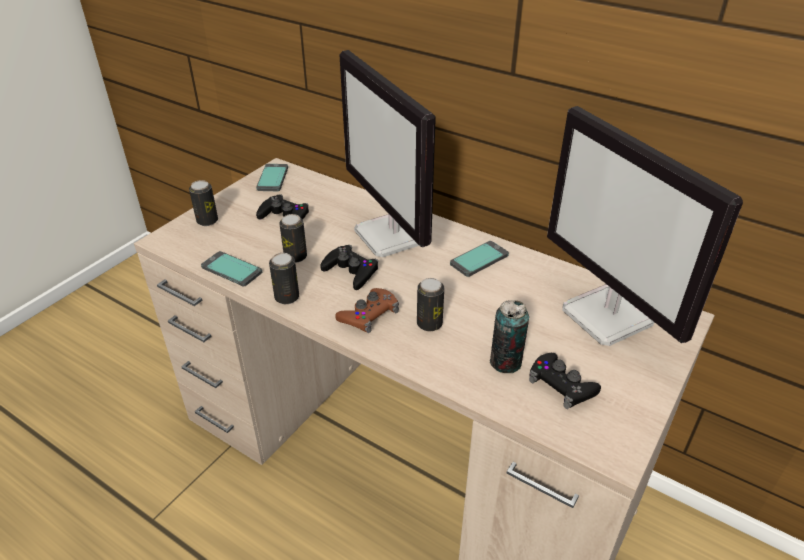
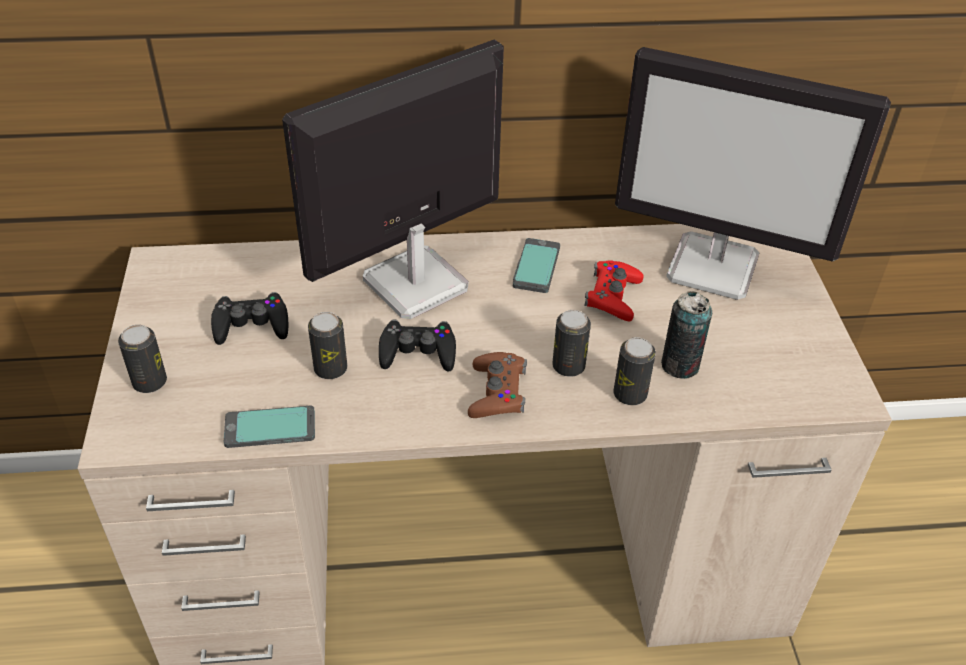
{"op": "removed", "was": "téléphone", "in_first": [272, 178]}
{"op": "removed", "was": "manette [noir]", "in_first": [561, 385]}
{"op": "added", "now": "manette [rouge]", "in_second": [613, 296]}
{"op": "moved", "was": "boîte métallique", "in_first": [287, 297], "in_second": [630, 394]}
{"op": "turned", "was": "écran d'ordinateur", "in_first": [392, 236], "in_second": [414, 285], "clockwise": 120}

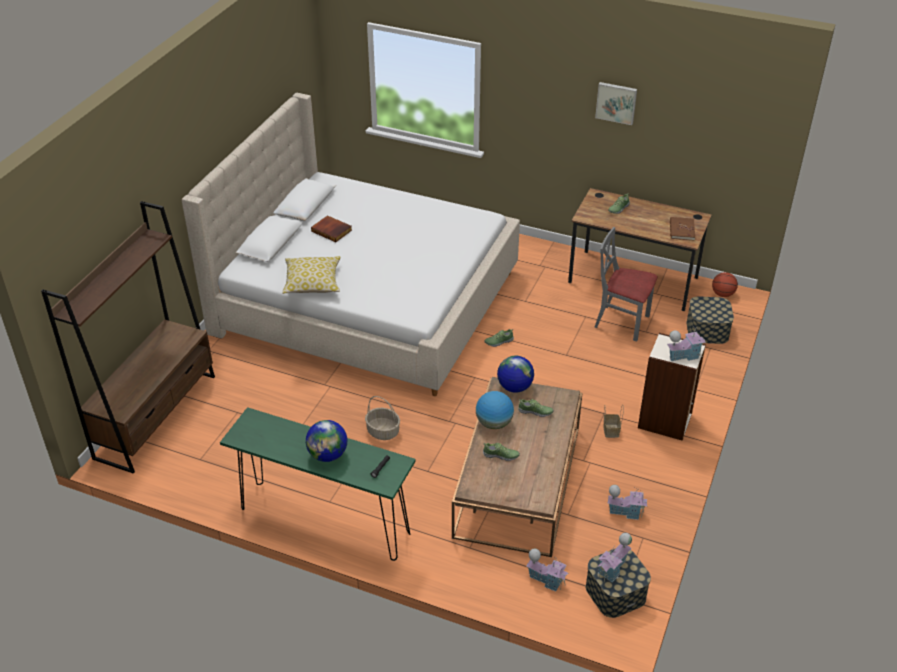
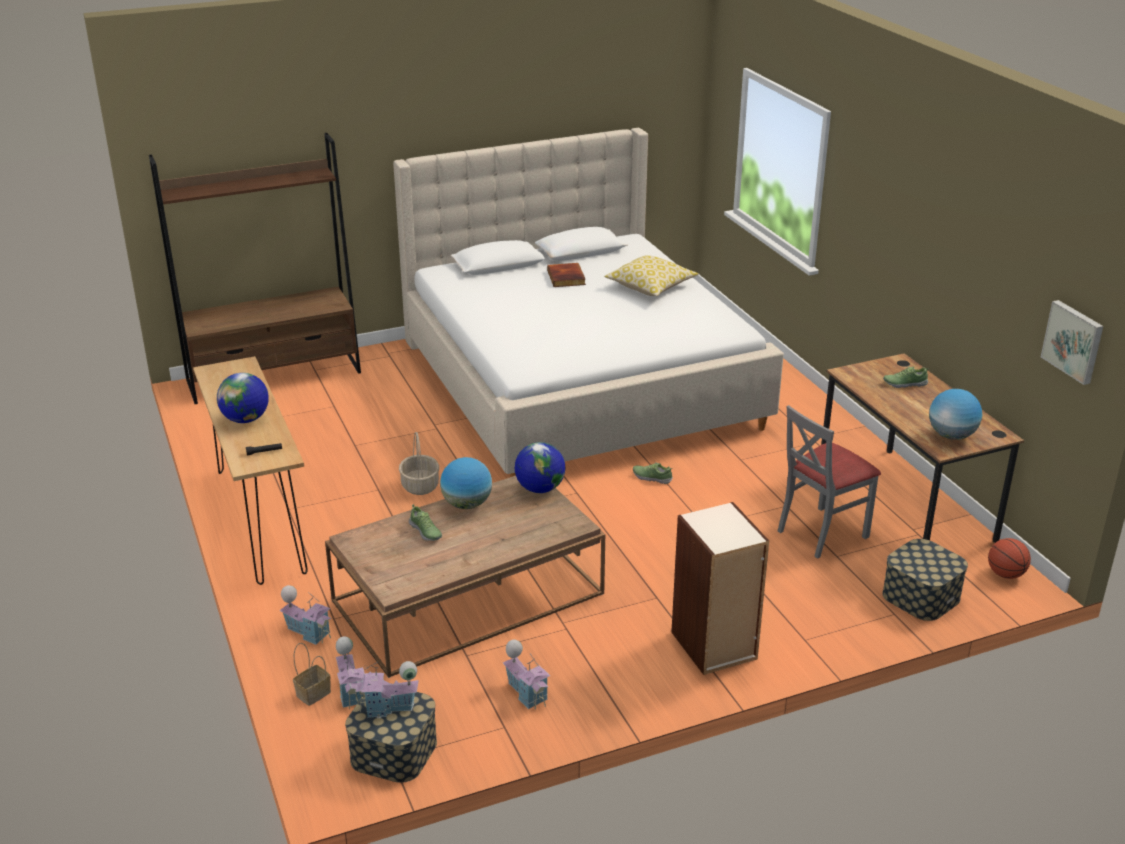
{"op": "removed", "was": "chaussure", "in_first": [535, 412]}
{"op": "moved", "was": "coussin", "in_first": [312, 283], "in_second": [650, 287]}
{"op": "moved", "was": "tableau", "in_first": [616, 102], "in_second": [1074, 341]}
{"op": "moved", "was": "panier", "in_first": [610, 430], "in_second": [314, 693]}
{"op": "moved", "was": "maison miniature", "in_first": [683, 355], "in_second": [308, 632]}
{"op": "replaced", "was": "livre [marron]", "now": "globe", "in_first": [681, 230], "in_second": [951, 436]}
{"op": "recoloured", "was": "table console [vert]", "now": "table console [marron]", "in_first": [324, 521], "in_second": [260, 520]}
{"op": "turned", "was": "chaise [gris]", "in_first": [621, 322], "in_second": [821, 532], "clockwise": -105}

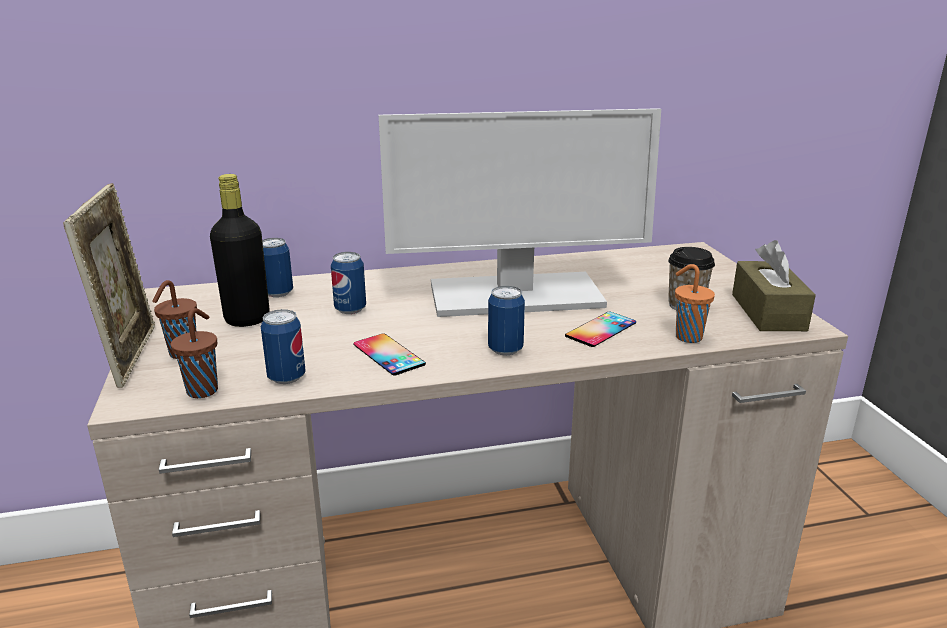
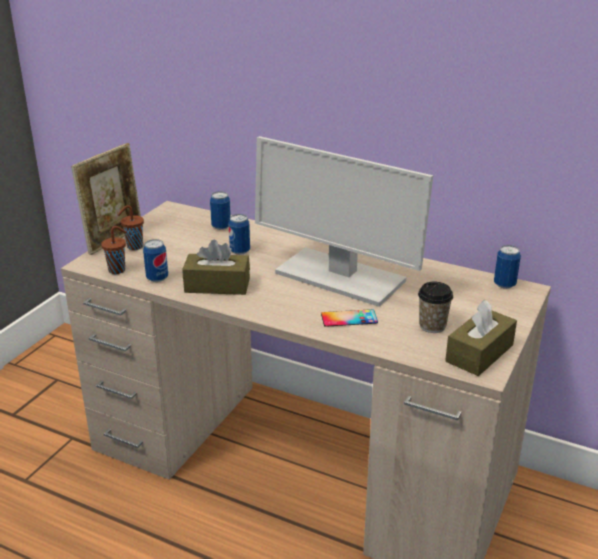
{"op": "removed", "was": "bouteille [noir]", "in_first": [247, 319]}
{"op": "removed", "was": "tasse [orange]", "in_first": [687, 337]}
{"op": "moved", "was": "boîte métallique", "in_first": [505, 349], "in_second": [504, 284]}
{"op": "replaced", "was": "téléphone", "now": "boîte à mouchoirs [marron]", "in_first": [388, 354], "in_second": [217, 285]}

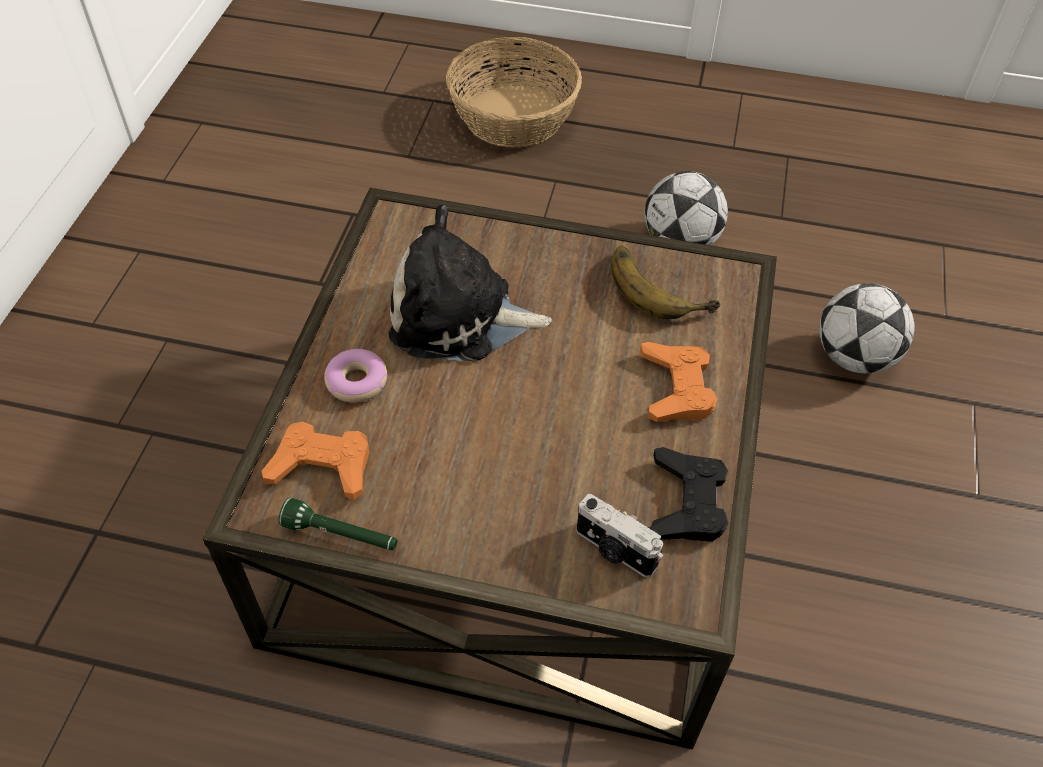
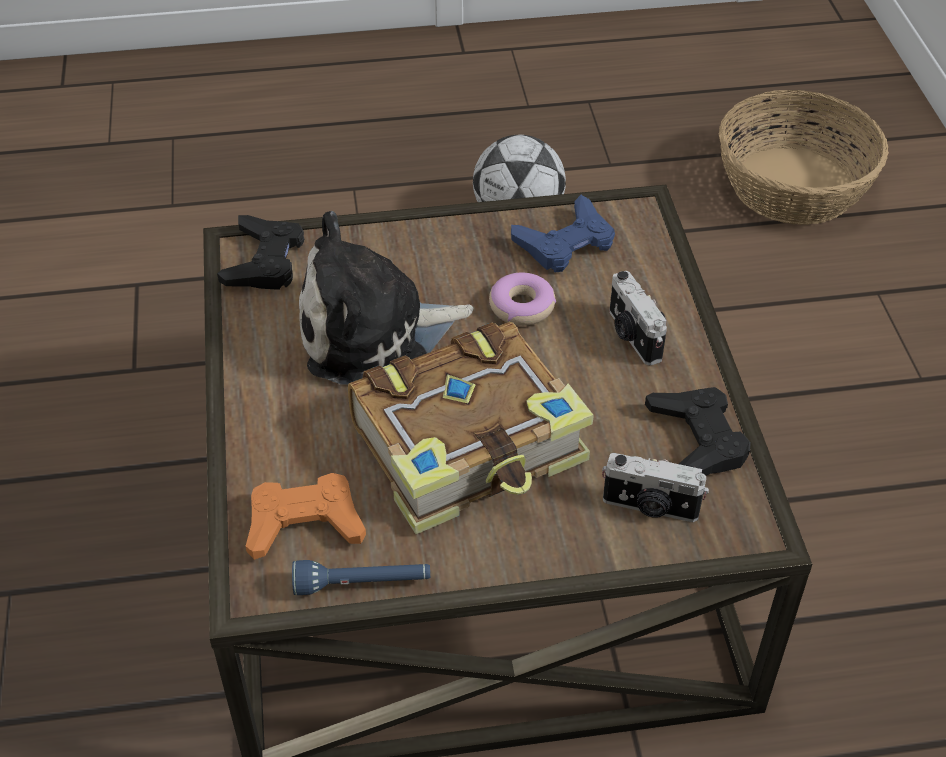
{"op": "removed", "was": "ballon de foot", "in_first": [854, 357]}
{"op": "added", "now": "manette [noir]", "in_second": [264, 261]}
{"op": "added", "now": "livre", "in_second": [471, 446]}
{"op": "moved", "was": "beignet", "in_first": [357, 382], "in_second": [522, 306]}
{"op": "moved", "was": "panier", "in_first": [514, 116], "in_second": [794, 186]}
{"op": "replaced", "was": "banane", "now": "manette [bleu]", "in_first": [659, 285], "in_second": [565, 243]}
{"op": "replaced", "was": "manette [orange]", "now": "appareil photo", "in_first": [676, 388], "in_second": [632, 336]}
{"op": "recoloured", "was": "lampe de poche [vert]", "now": "lampe de poche [bleu]", "in_first": [341, 535], "in_second": [363, 584]}

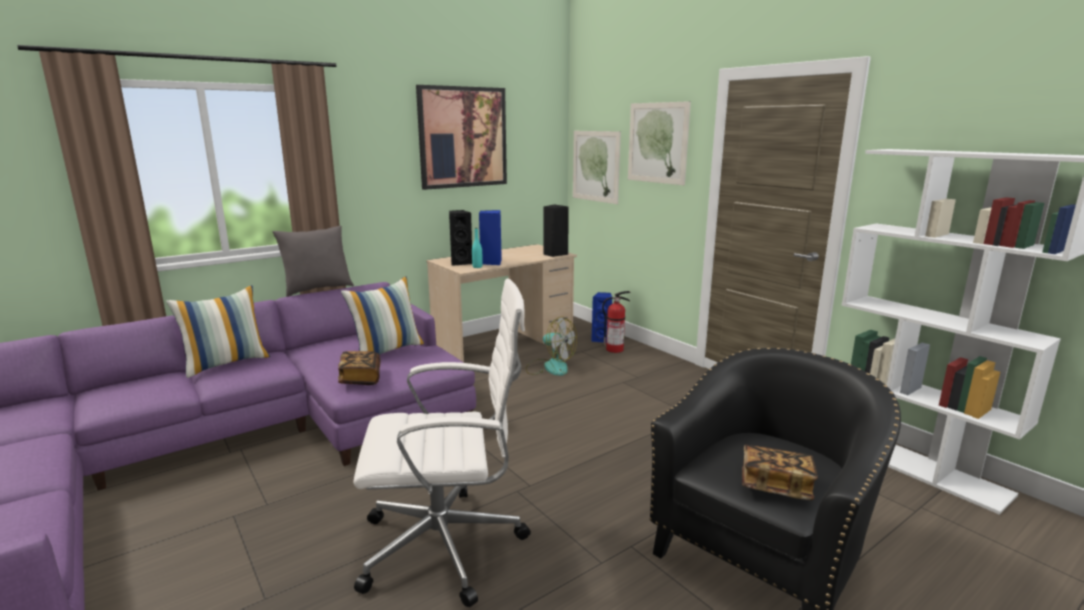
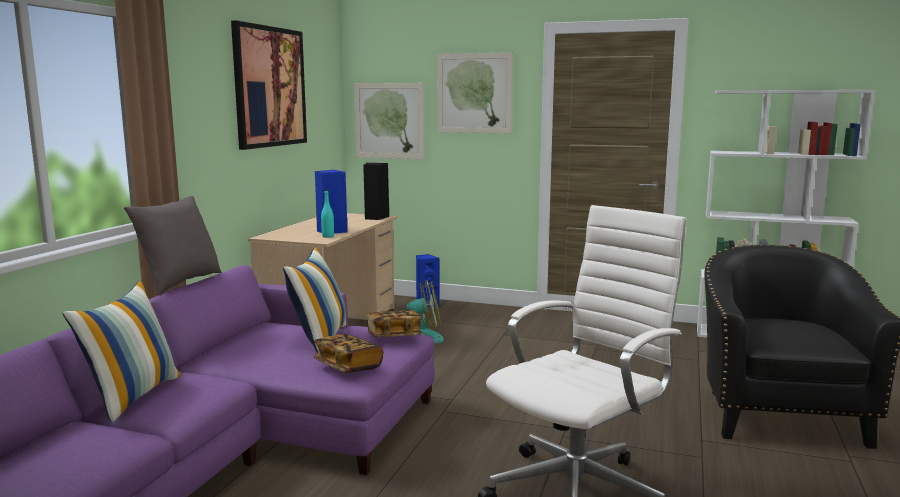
{"op": "removed", "was": "enceinte [noir]", "in_first": [460, 262]}
{"op": "removed", "was": "extincteur", "in_first": [615, 349]}
{"op": "moved", "was": "livre", "in_first": [775, 486], "in_second": [394, 336]}

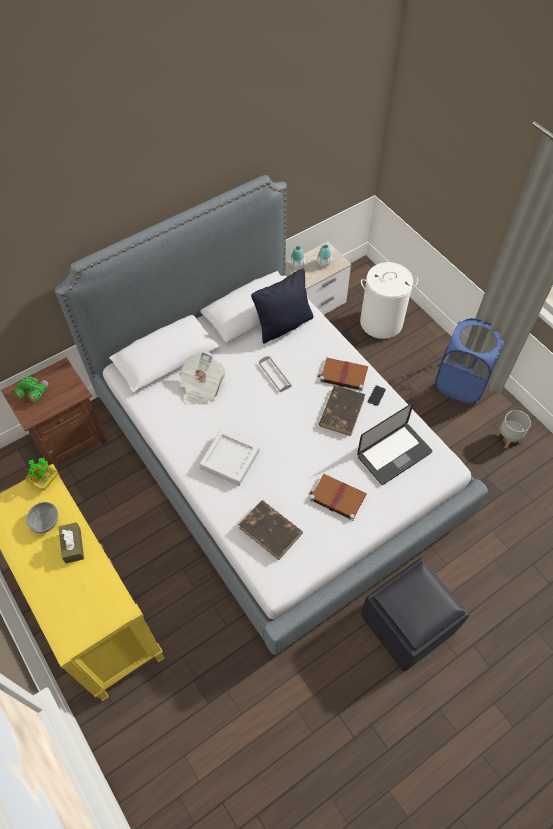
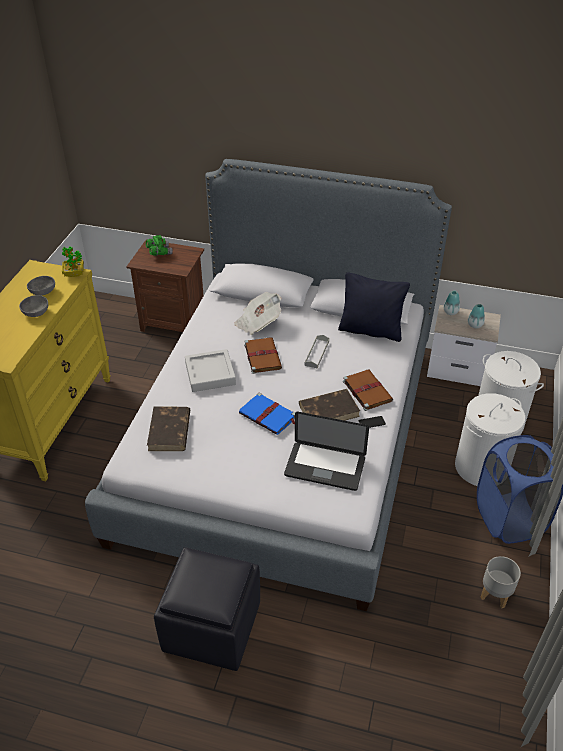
{"op": "added", "now": "livre [bleu]", "in_second": [268, 416]}
{"op": "added", "now": "panier à linge [blanc]", "in_second": [481, 467]}
{"op": "moved", "was": "livre [marron]", "in_first": [337, 497], "in_second": [262, 356]}
{"op": "replaced", "was": "boîte à mouchoirs [marron]", "now": "bol [gris]", "in_first": [73, 545], "in_second": [36, 313]}

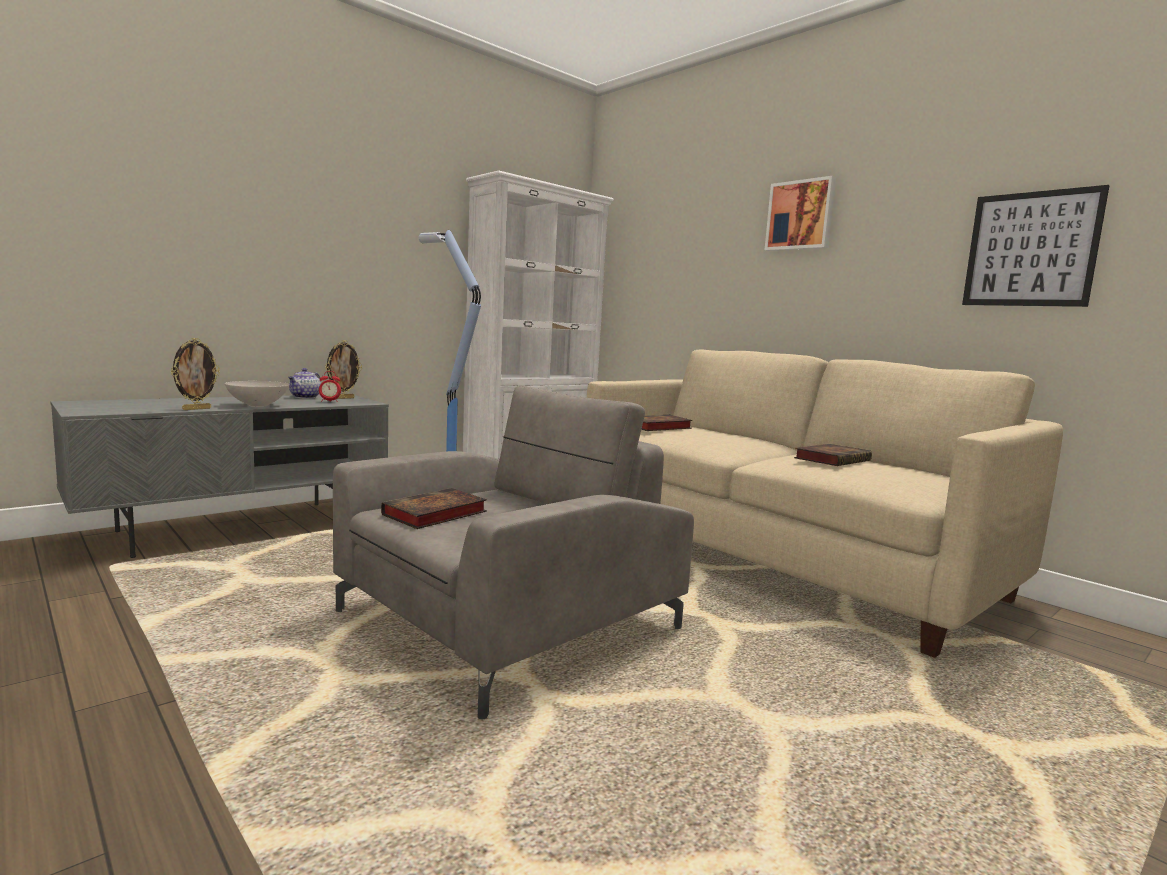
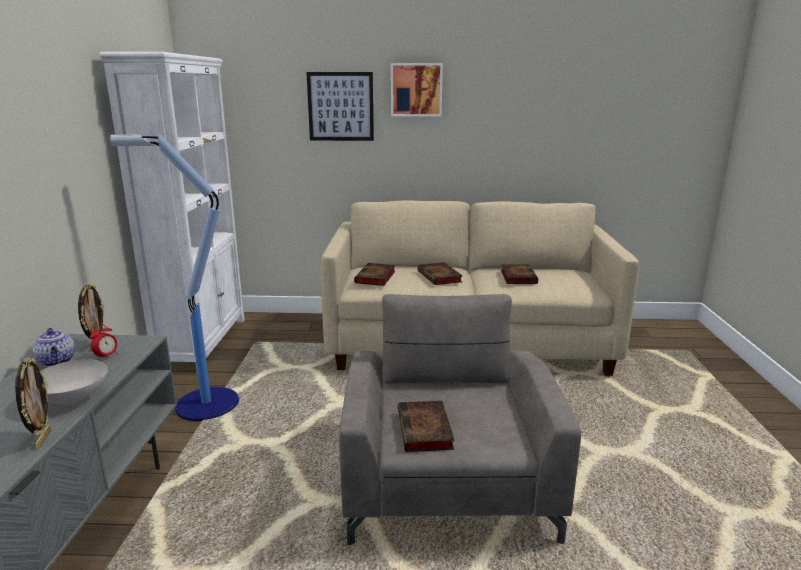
{"op": "added", "now": "livre", "in_second": [440, 277]}
{"op": "moved", "was": "tableau", "in_first": [1030, 249], "in_second": [340, 106]}

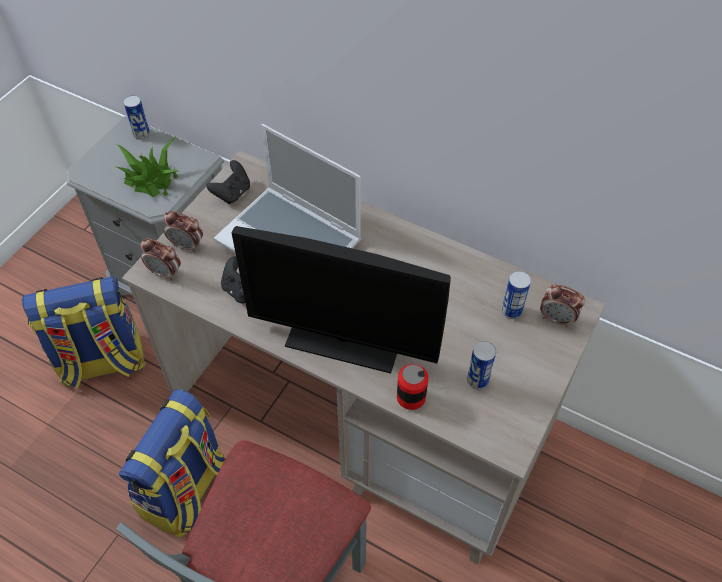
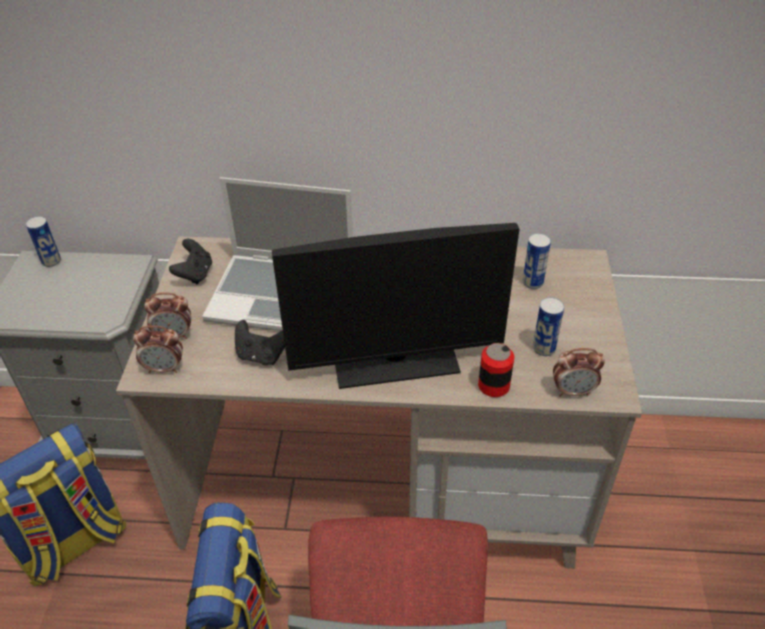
{"op": "removed", "was": "plante en pot", "in_first": [152, 179]}
{"op": "moved", "was": "réveil", "in_first": [557, 319], "in_second": [573, 391]}

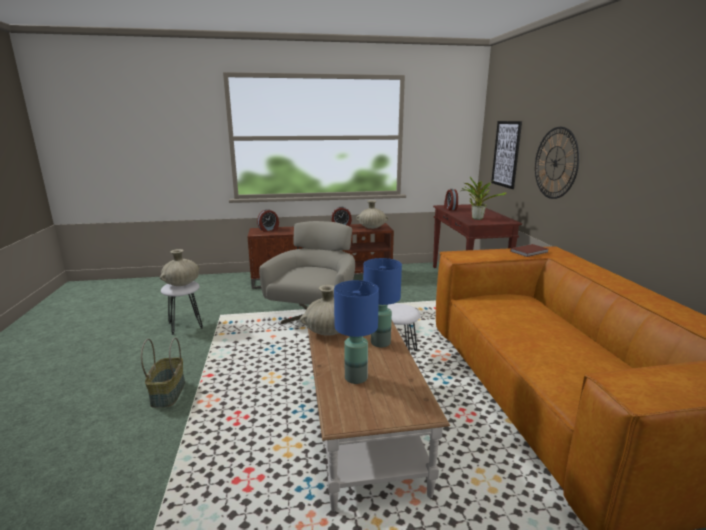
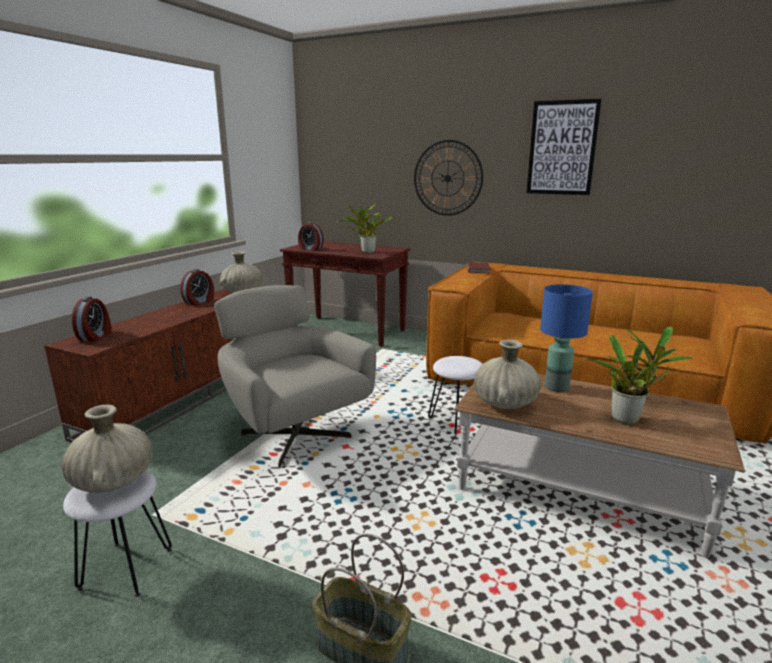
{"op": "moved", "was": "tableau", "in_first": [506, 154], "in_second": [562, 148]}
{"op": "replaced", "was": "lampe de table [bleu]", "now": "plante en pot", "in_first": [356, 377], "in_second": [628, 419]}

